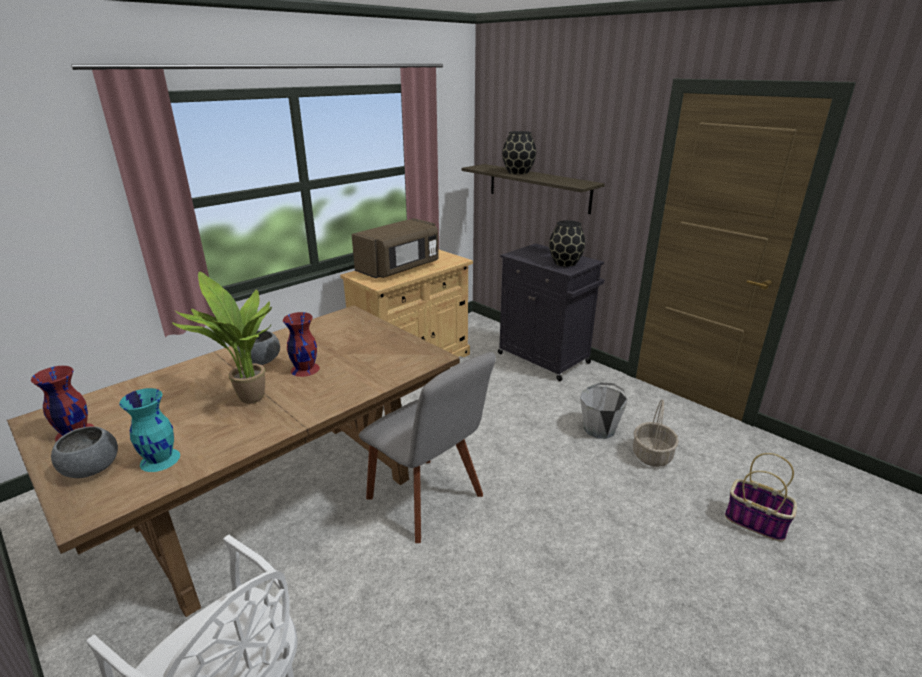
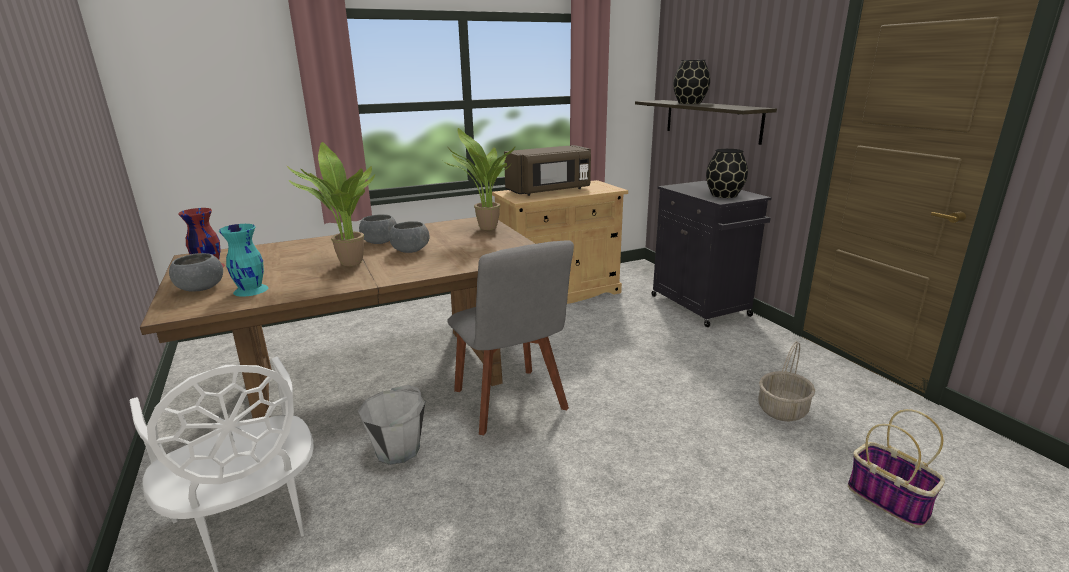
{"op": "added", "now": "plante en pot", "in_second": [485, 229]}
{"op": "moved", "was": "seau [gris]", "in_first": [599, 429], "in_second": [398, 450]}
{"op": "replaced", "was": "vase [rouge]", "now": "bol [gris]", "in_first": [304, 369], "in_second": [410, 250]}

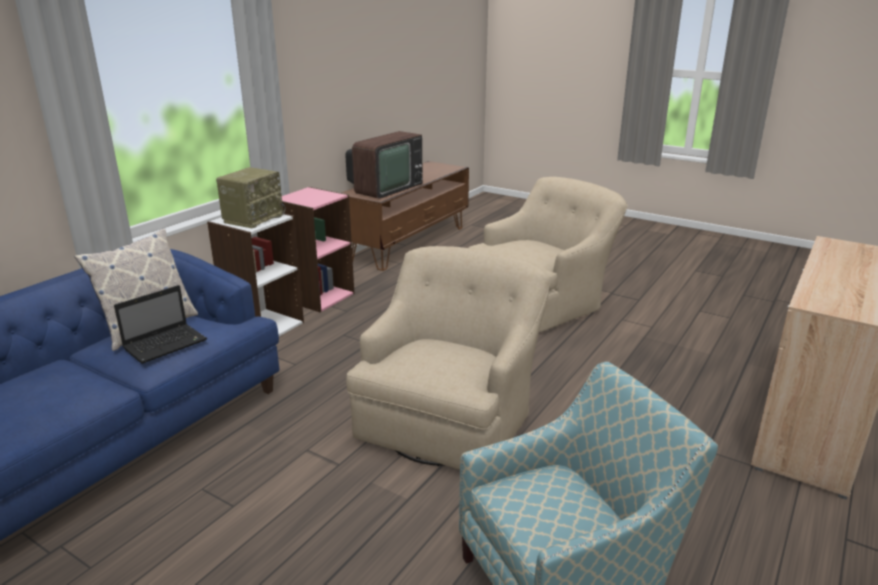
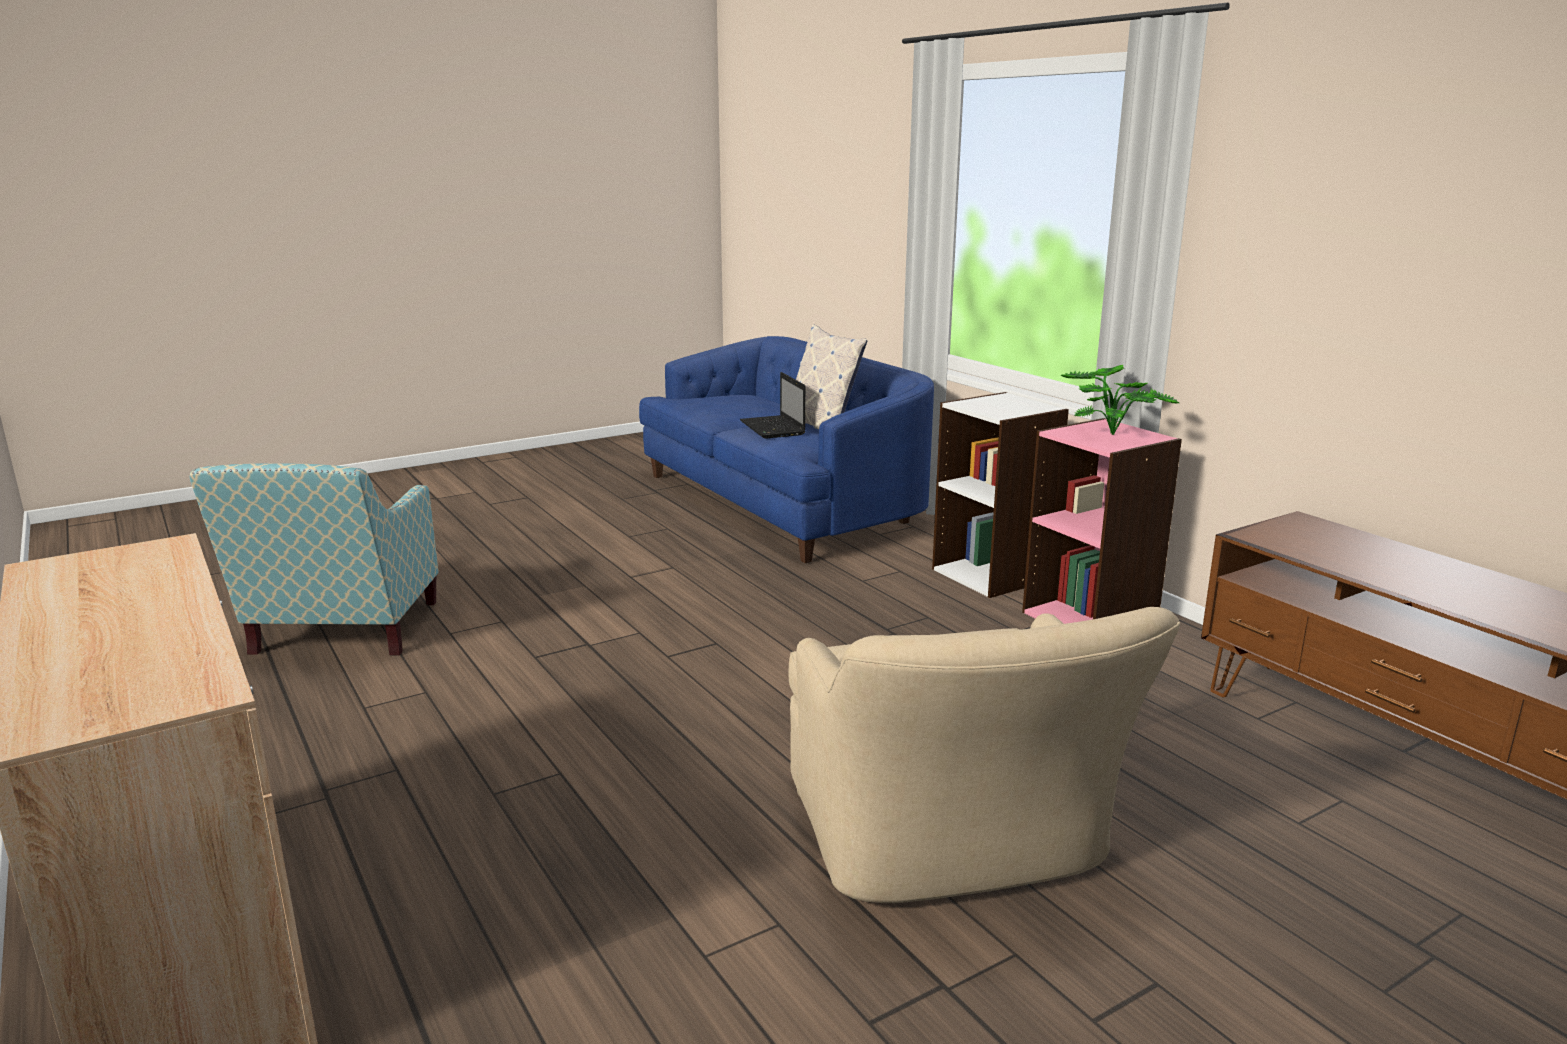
{"op": "removed", "was": "radio", "in_first": [253, 218]}
{"op": "removed", "was": "téléviseur", "in_first": [385, 188]}
{"op": "removed", "was": "fauteuil [beige]", "in_first": [450, 418]}
{"op": "added", "now": "plante en pot", "in_second": [1112, 432]}

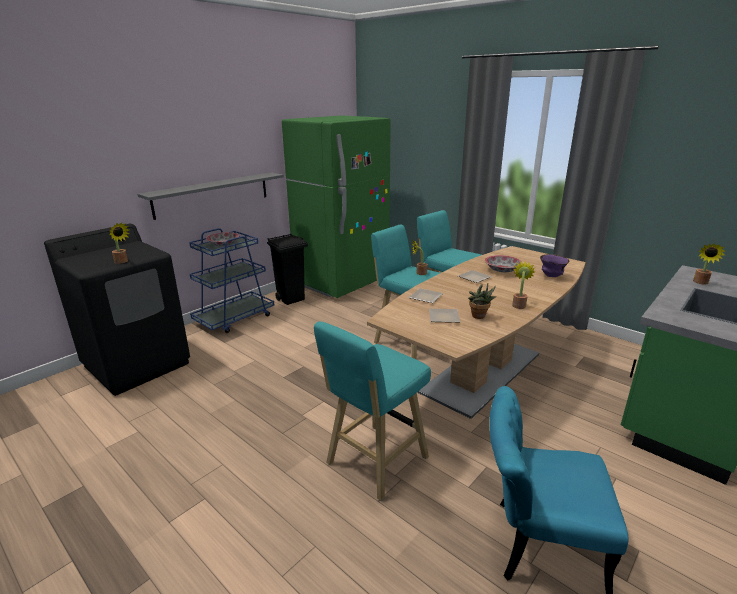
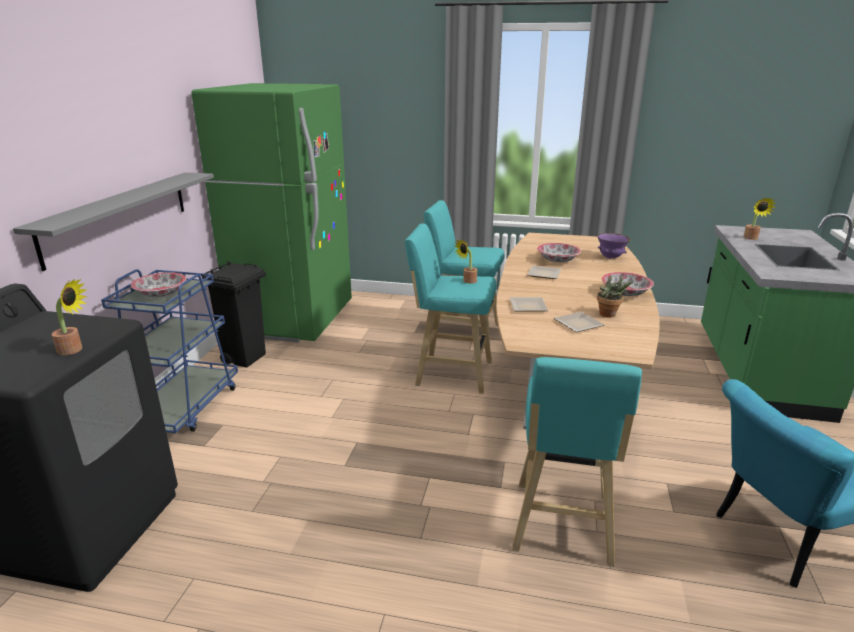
{"op": "replaced", "was": "plante en pot", "now": "bol", "in_first": [519, 304], "in_second": [625, 293]}

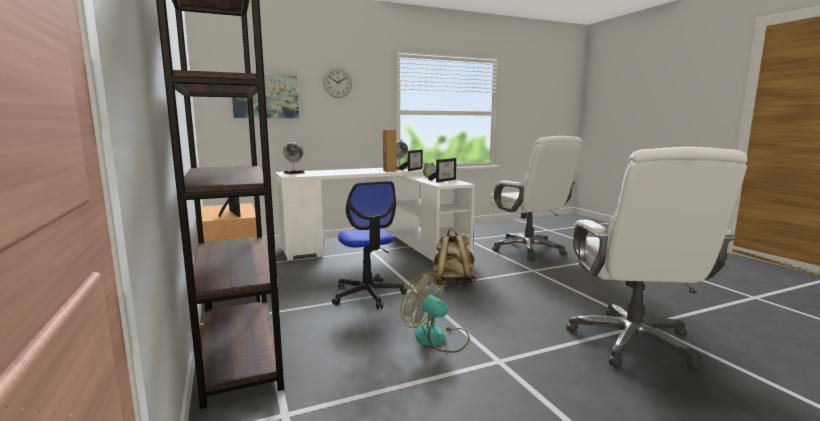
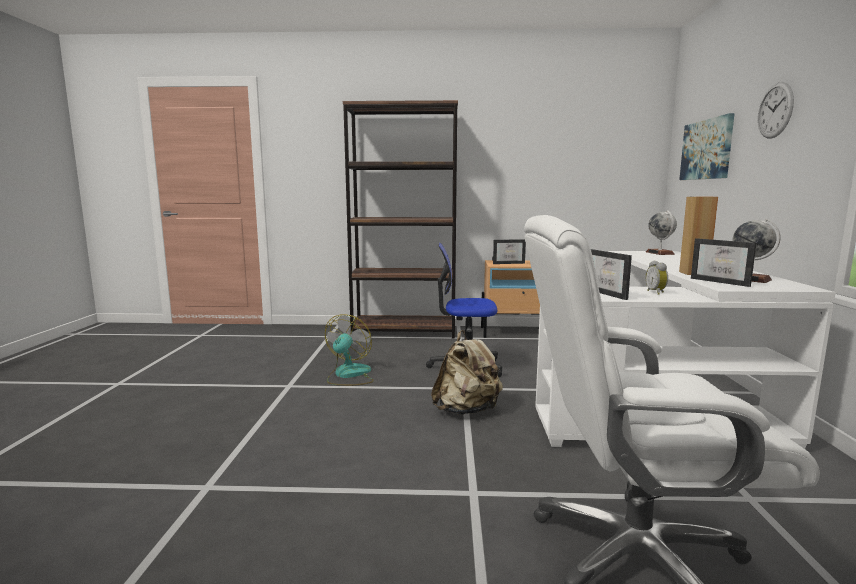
{"op": "removed", "was": "chaise de bureau [blanc]", "in_first": [633, 342]}
{"op": "turned", "was": "ventilateur", "in_first": [437, 339], "in_second": [348, 375], "clockwise": -45}

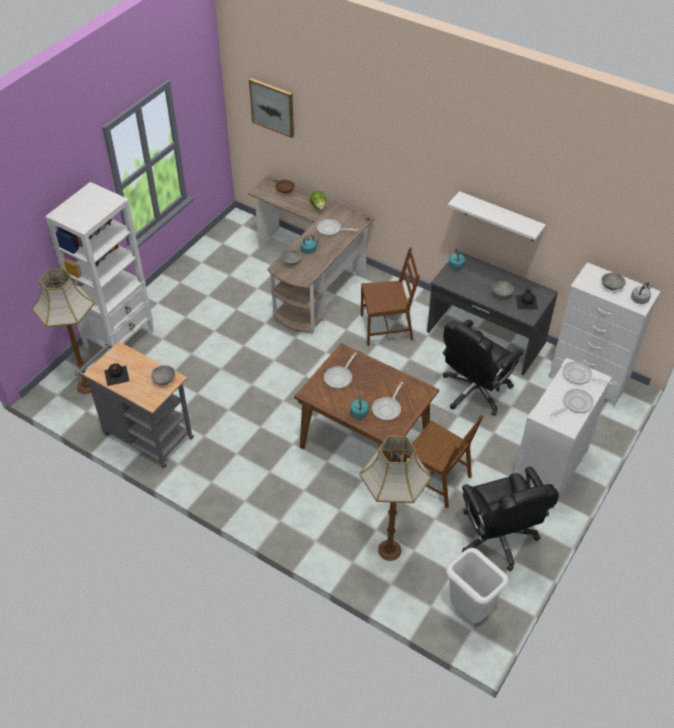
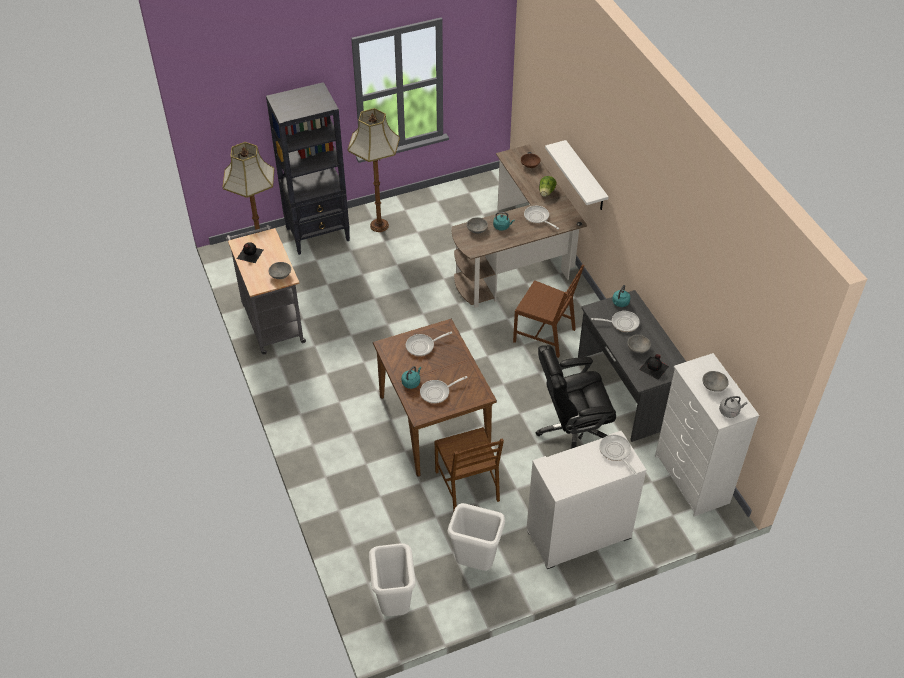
{"op": "removed", "was": "tableau", "in_first": [272, 107]}
{"op": "moved", "was": "lampadaire", "in_first": [388, 551], "in_second": [378, 225]}
{"op": "moved", "was": "étagère [blanc]", "in_first": [500, 217], "in_second": [585, 177]}
{"op": "moved", "was": "poêle", "in_first": [575, 404], "in_second": [622, 323]}
{"op": "replaced", "was": "chaise de bureau [noir]", "now": "poubelle [blanc]", "in_first": [498, 537], "in_second": [474, 563]}
{"op": "recoloured", "was": "bibliothèque [blanc]", "now": "bibliothèque [noir]", "in_first": [120, 339], "in_second": [318, 234]}

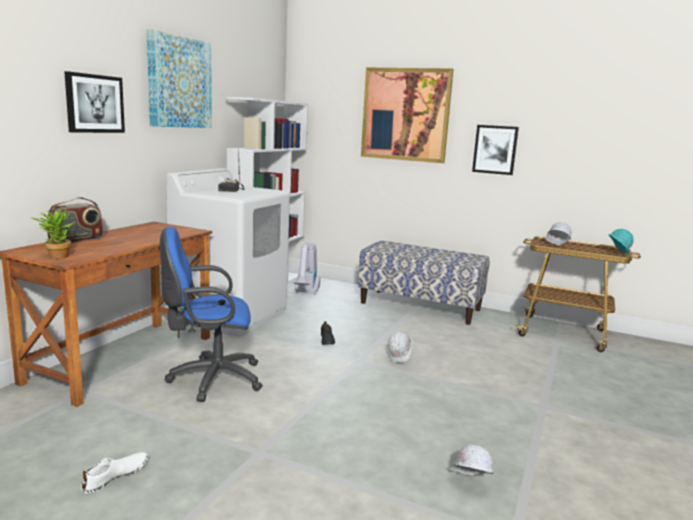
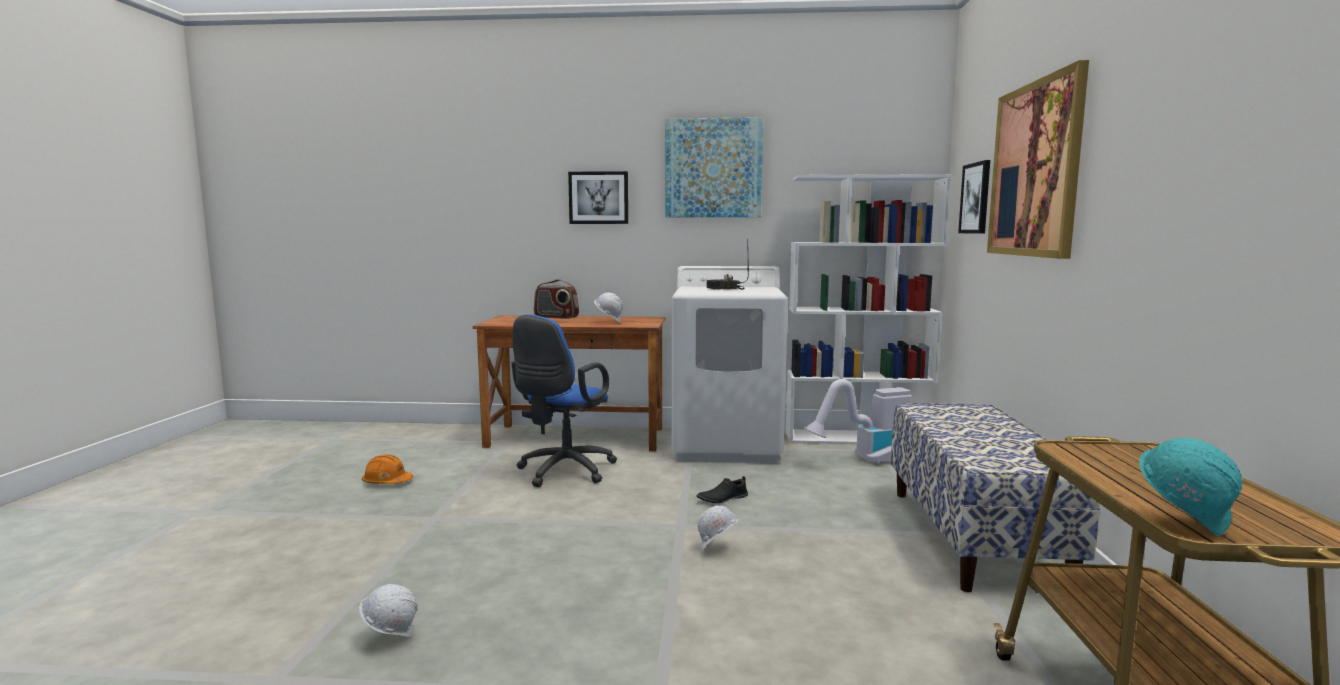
{"op": "removed", "was": "plante en pot", "in_first": [56, 256]}
{"op": "moved", "was": "tableau", "in_first": [495, 149], "in_second": [976, 198]}
{"op": "moved", "was": "casque de chantier [blanc]", "in_first": [556, 246], "in_second": [609, 322]}
{"op": "replaced", "was": "chaussure [blanc]", "now": "casque de chantier [orange]", "in_first": [116, 476], "in_second": [387, 482]}
{"op": "turned", "was": "chaise de bureau [bleu]", "in_first": [211, 379], "in_second": [563, 472], "clockwise": -120}

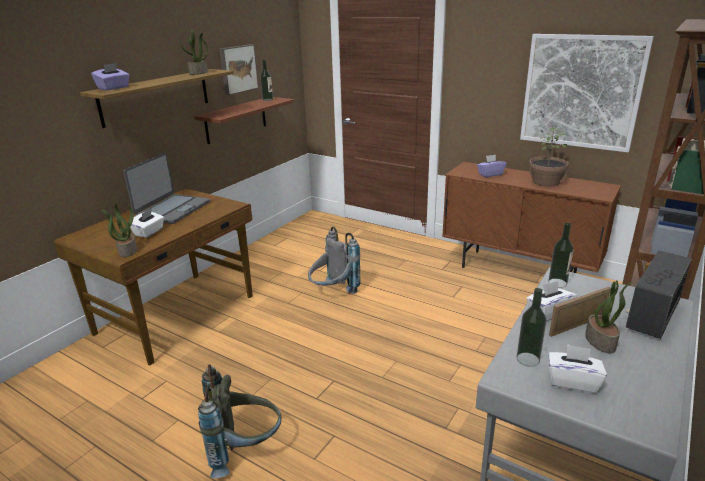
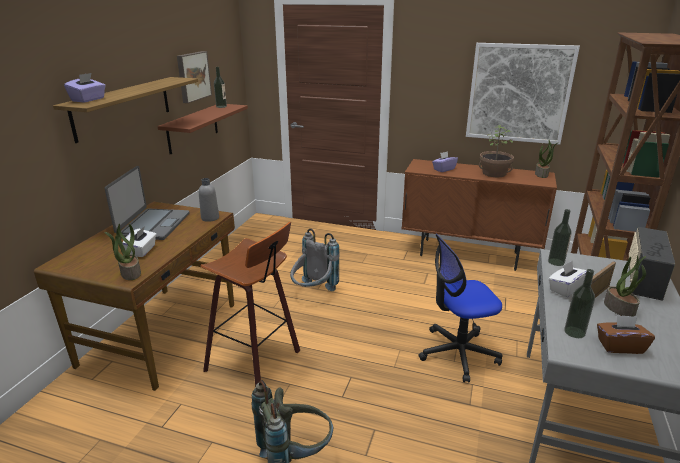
{"op": "added", "now": "bouteille [gris]", "in_second": [210, 218]}
{"op": "added", "now": "tabouret", "in_second": [257, 359]}
{"op": "added", "now": "chaise de bureau", "in_second": [457, 353]}
{"op": "moved", "was": "plante en pot", "in_first": [198, 73], "in_second": [542, 174]}
{"op": "recoloured", "was": "boîte à mouchoirs [blanc]", "now": "boîte à mouchoirs [marron]", "in_first": [572, 381], "in_second": [620, 346]}

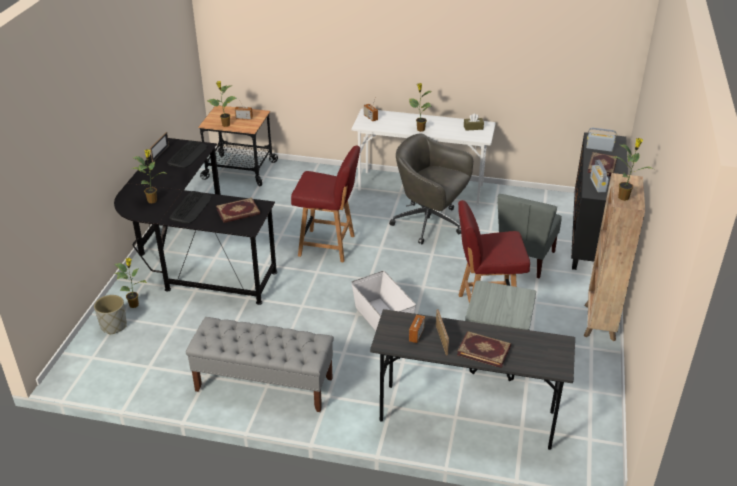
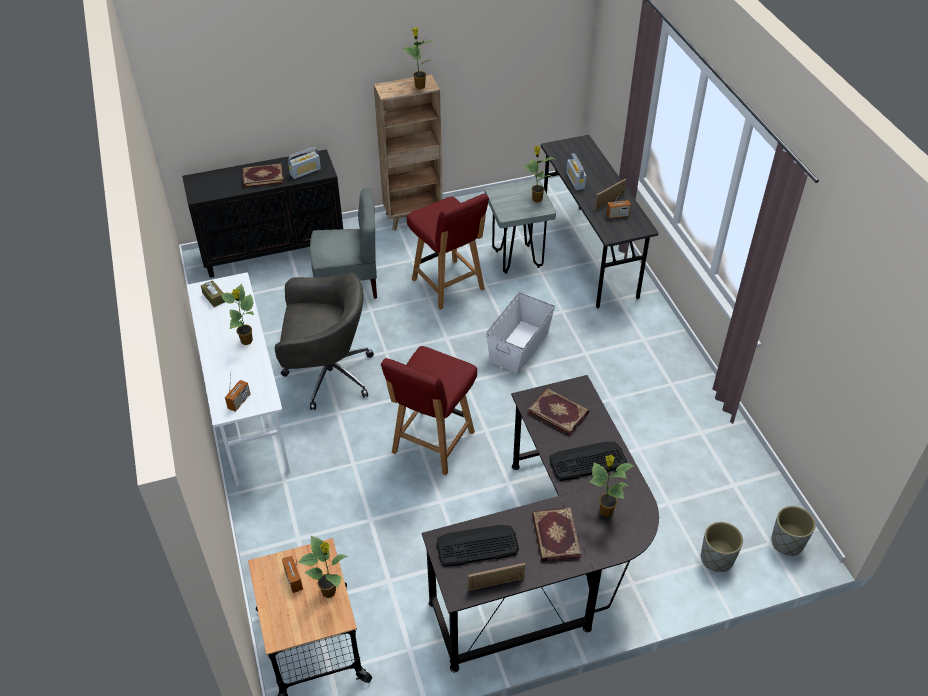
{"op": "removed", "was": "banc [gris]", "in_first": [263, 384]}
{"op": "added", "now": "cache-pot [gris]", "in_second": [787, 542]}
{"op": "moved", "was": "plante en pot", "in_first": [134, 304], "in_second": [536, 199]}
{"op": "moved", "was": "livre", "in_first": [484, 350], "in_second": [555, 536]}
{"op": "moved", "was": "radio", "in_first": [599, 148], "in_second": [575, 181]}
{"op": "turned", "was": "chaise [rouge]", "in_first": [328, 246], "in_second": [432, 443], "clockwise": -135}
{"op": "turned", "was": "chaise de bureau [gris]", "in_first": [429, 224], "in_second": [327, 375], "clockwise": -90}

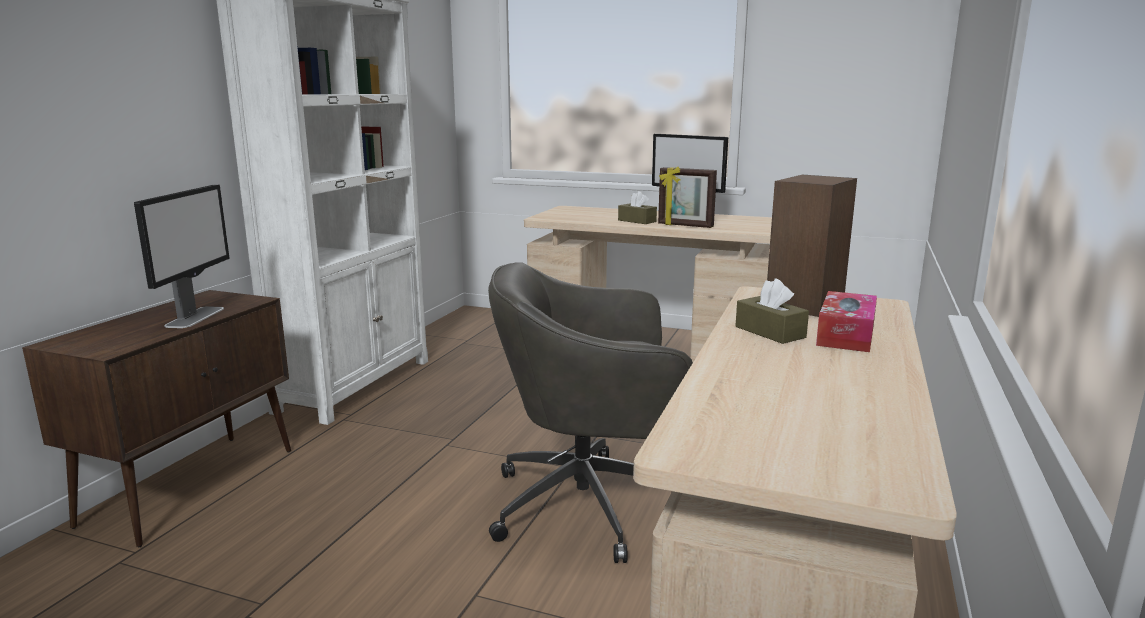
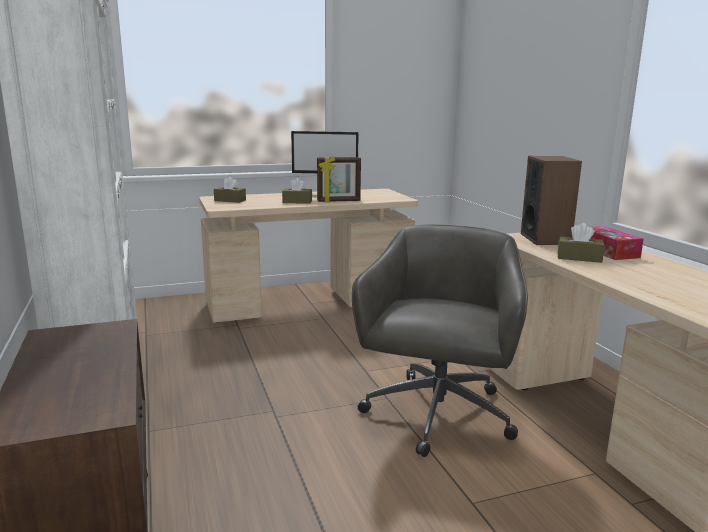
{"op": "removed", "was": "écran d'ordinateur", "in_first": [195, 317]}
{"op": "added", "now": "boîte à mouchoirs [marron]", "in_second": [230, 200]}
{"op": "turned", "was": "chaise de bureau [gris]", "in_first": [590, 504], "in_second": [437, 416], "clockwise": 150}

